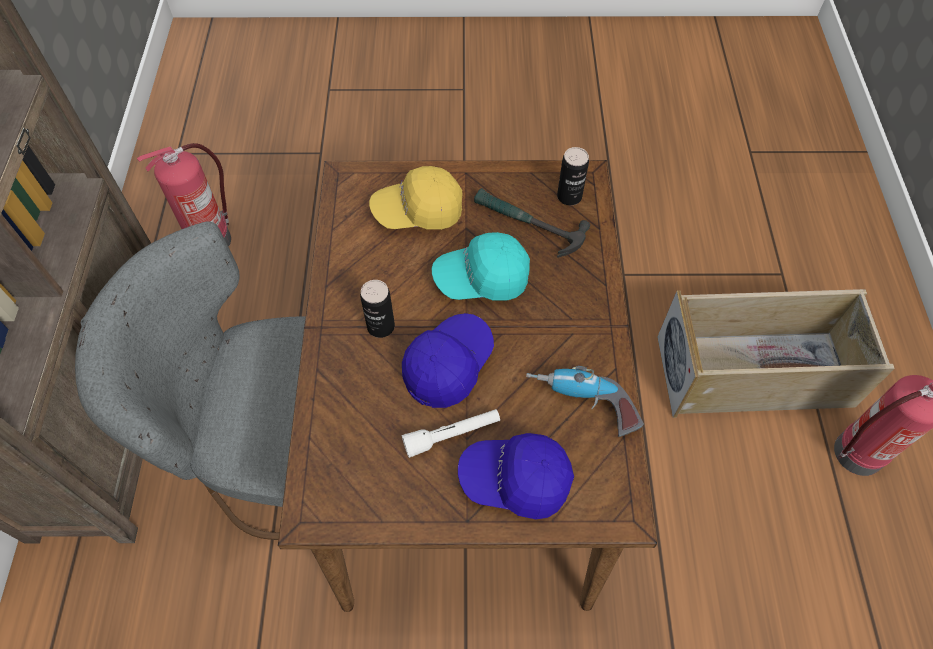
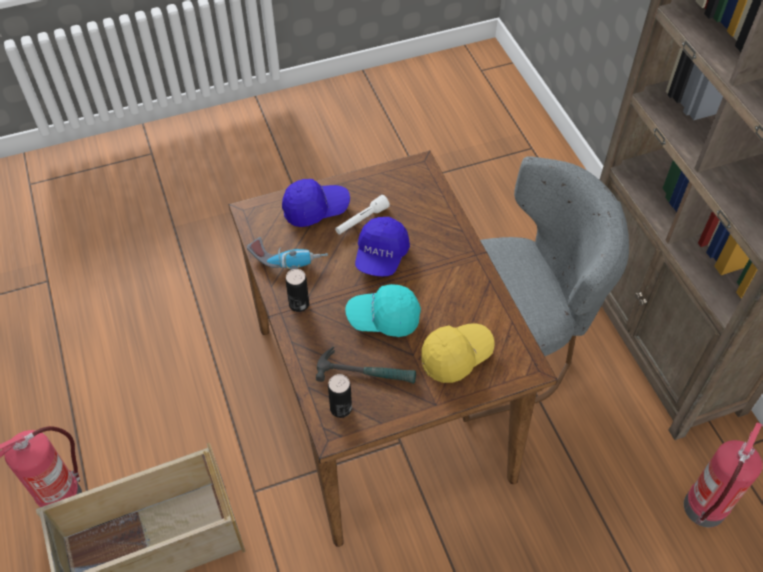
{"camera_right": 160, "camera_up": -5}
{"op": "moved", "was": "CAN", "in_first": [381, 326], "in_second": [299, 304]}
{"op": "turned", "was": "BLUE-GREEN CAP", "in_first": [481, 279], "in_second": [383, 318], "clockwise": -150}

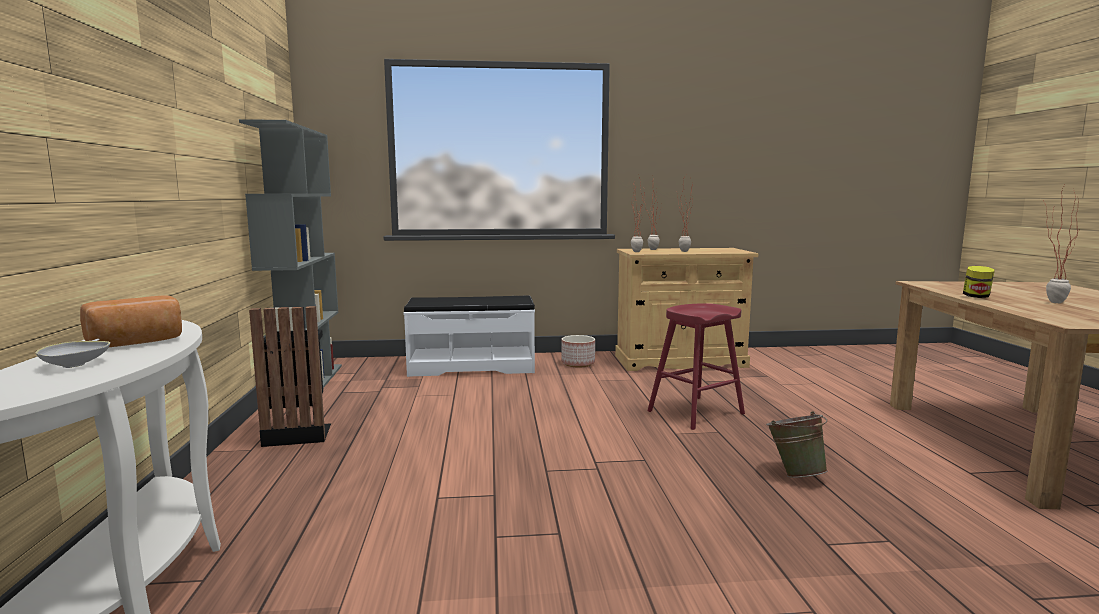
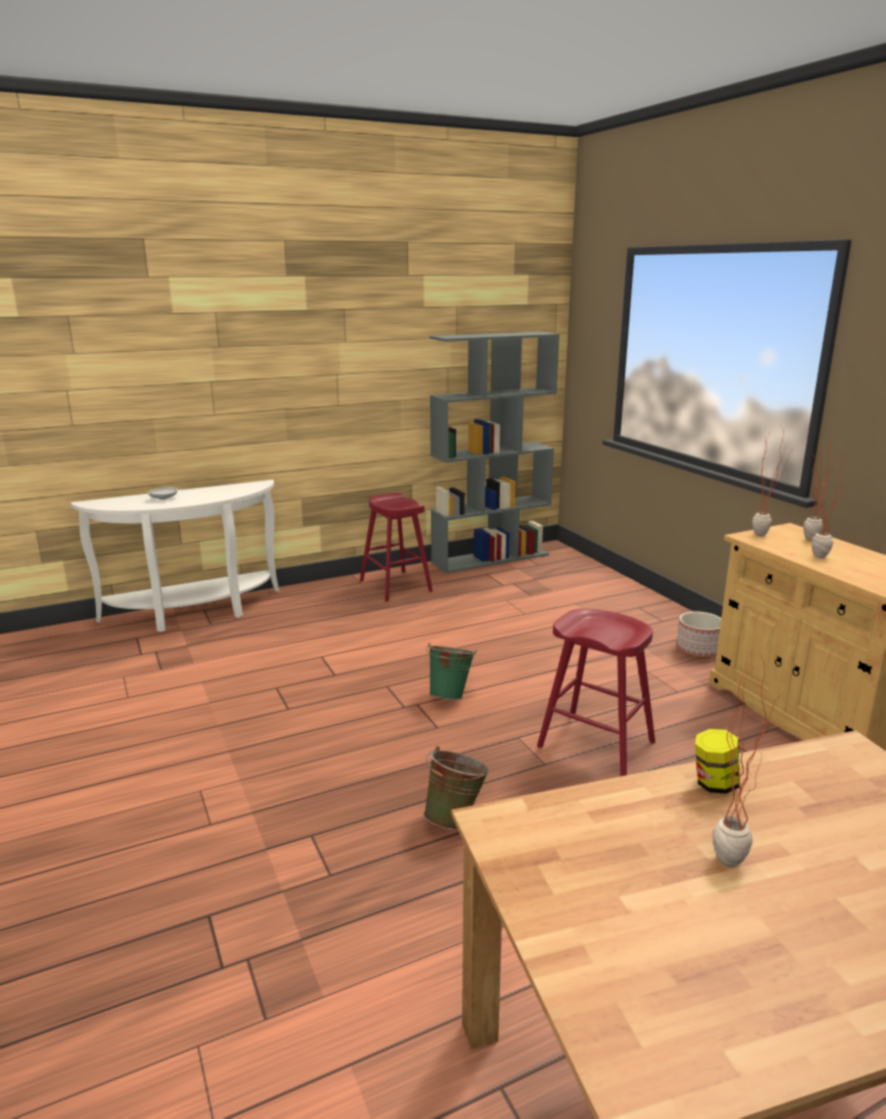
{"camera_right": 70, "camera_up": 10}
{"op": "removed", "was": "BREAD", "in_first": [137, 343]}
{"op": "removed", "was": "WHITE INDOOR BENCH", "in_first": [472, 366]}
{"op": "added", "now": "GREEN-COLOURED WATER BUCKET", "in_second": [450, 695]}
{"op": "replaced", "was": "BLACK-COLOURED TRASH CAN", "now": "RED STOOL SEAT", "in_first": [297, 433], "in_second": [395, 586]}

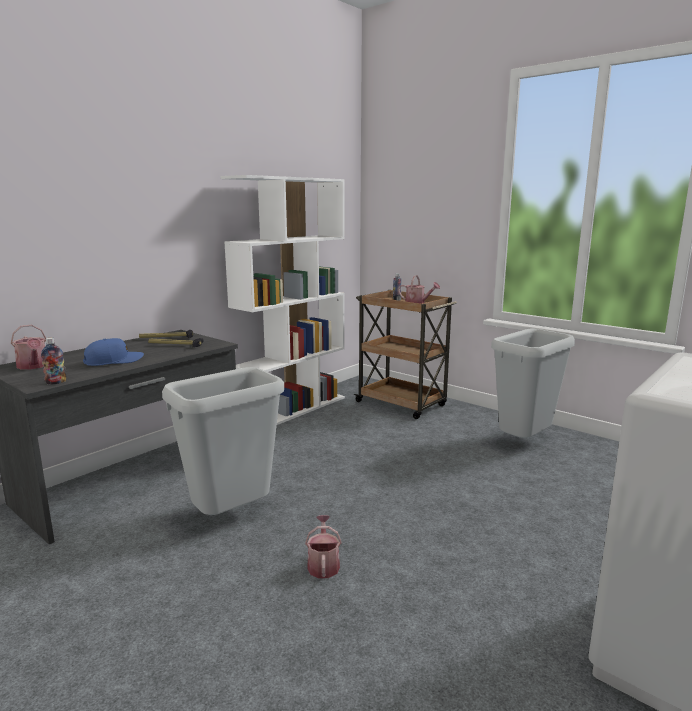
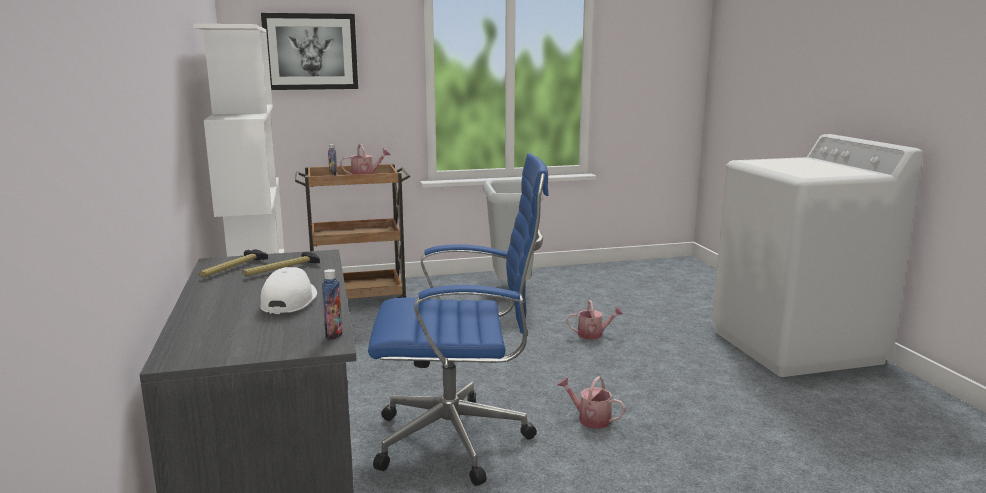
{"camera_right": -55, "camera_up": 0}
{"op": "added", "now": "WALL PICTURE", "in_second": [310, 51]}
{"op": "moved", "was": "WATERING CAN", "in_first": [33, 366], "in_second": [593, 334]}
{"op": "replaced", "was": "GREYISH TRASH CAN", "now": "BLUISH COMPUTER CHAIR", "in_first": [232, 518], "in_second": [459, 440]}
{"op": "recoloured", "was": "BLUISH CAP", "now": "WHITE CAP", "in_first": [114, 361], "in_second": [290, 301]}

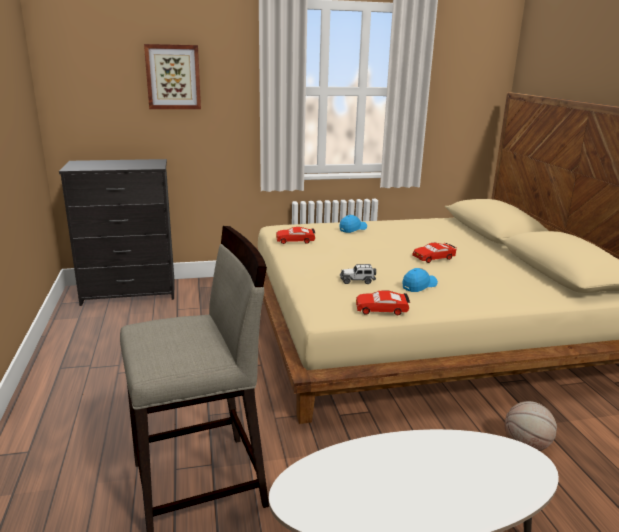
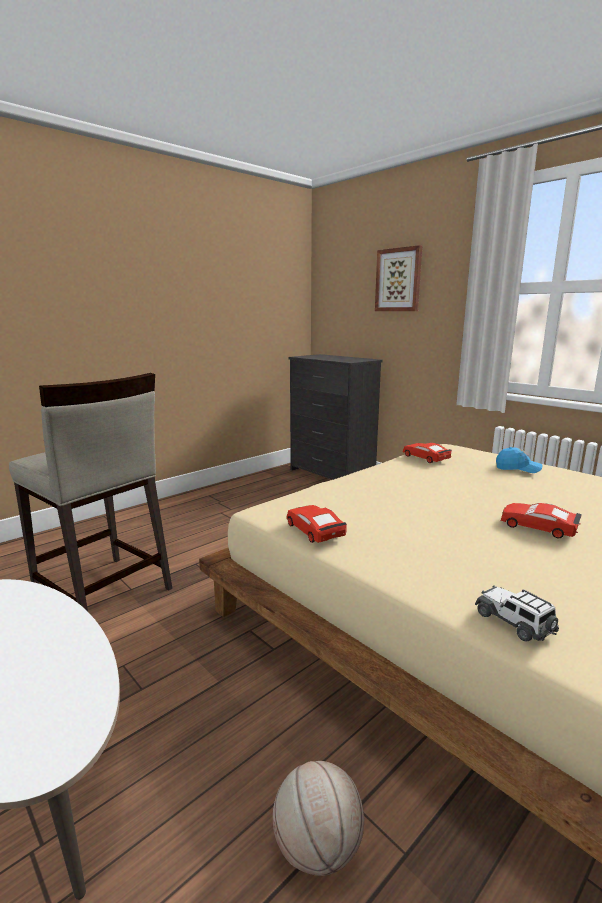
{"camera_right": 60, "camera_up": -5}
{"op": "removed", "was": "BLUISH CAP", "in_first": [419, 286]}
{"op": "moved", "was": "MODEL CAR", "in_first": [357, 280], "in_second": [514, 623]}

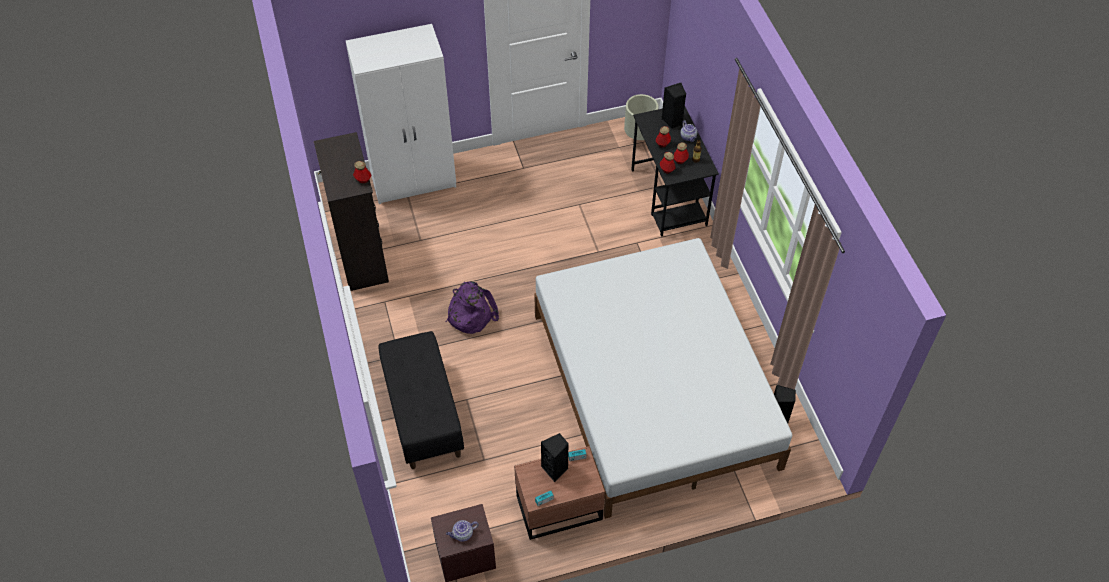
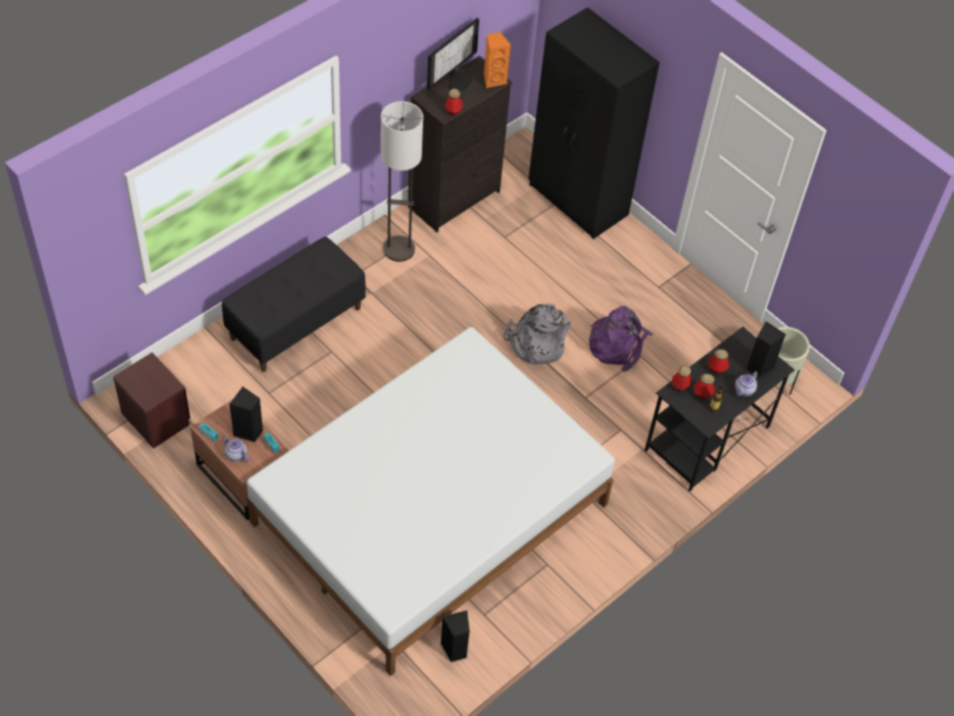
{"camera_right": 60, "camera_up": 0}
{"op": "added", "now": "STANDING LAMP", "in_second": [399, 249]}
{"op": "added", "now": "MONITOR", "in_second": [458, 79]}
{"op": "added", "now": "ORANGE-COLOURED AUDIO SPEAKER", "in_second": [494, 79]}
{"op": "added", "now": "GREYISH BACKPACK", "in_second": [536, 344]}
{"op": "moved", "was": "PURPLISH BACKPACK", "in_first": [470, 313], "in_second": [617, 345]}
{"op": "moved", "was": "POT FOR TEA", "in_first": [462, 534], "in_second": [235, 454]}
{"op": "recoloured", "was": "WHITE ARMOIRE", "now": "BLACK-COLOURED ARMOIRE", "in_first": [414, 181], "in_second": [578, 201]}

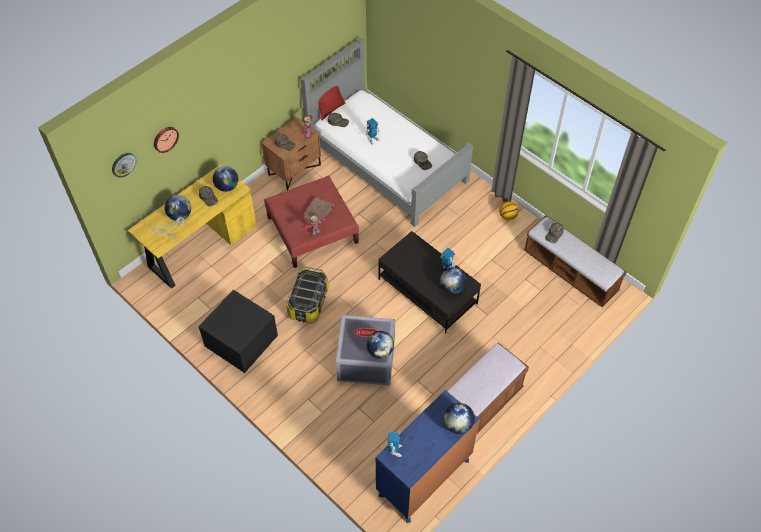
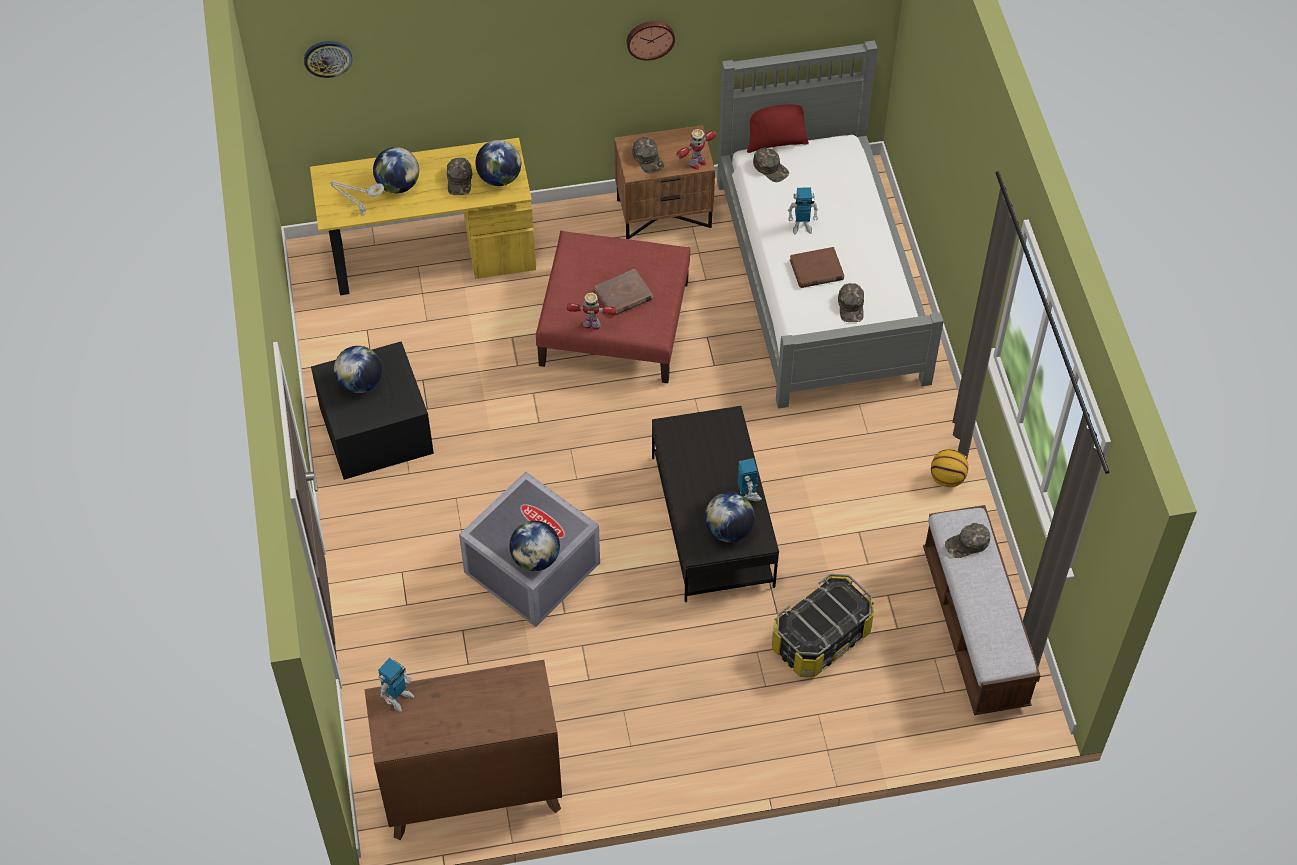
{"camera_right": 35, "camera_up": 0}
{"op": "removed", "was": "BROWN INDOOR BENCH", "in_first": [482, 403]}
{"op": "added", "now": "BROWN BOUND BOOK", "in_second": [816, 270]}
{"op": "moved", "was": "HANGING CLOCK", "in_first": [165, 138], "in_second": [650, 38]}
{"op": "moved", "was": "STORAGE BIN", "in_first": [308, 302], "in_second": [821, 639]}
{"op": "moved", "was": "WORLD GLOBE", "in_first": [458, 425], "in_second": [360, 383]}
{"op": "recoloured", "was": "BLUISH CHEST OF DRAWERS", "now": "BROWN CHEST OF DRAWERS", "in_first": [424, 477], "in_second": [472, 791]}

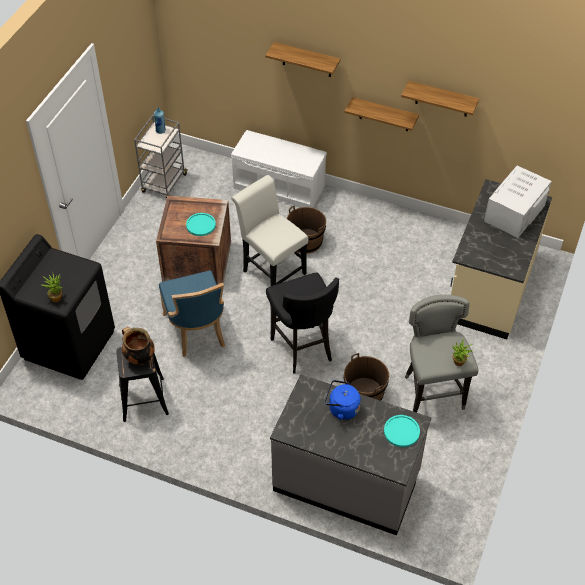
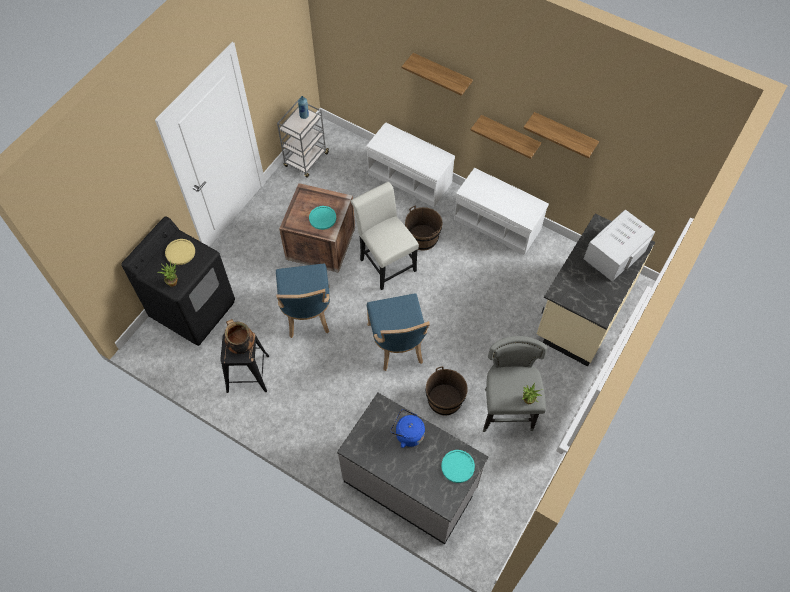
{"camera_right": 10, "camera_up": 10}
{"op": "added", "now": "YELLOWISH FLAT DISH", "in_second": [180, 252]}
{"op": "added", "now": "WHITE INDOOR BENCH", "in_second": [498, 224]}
{"op": "replaced", "was": "BLACK-COLOURED STOOL SEAT", "now": "BLUISH UPRIGHT CHAIR", "in_first": [302, 348], "in_second": [398, 345]}

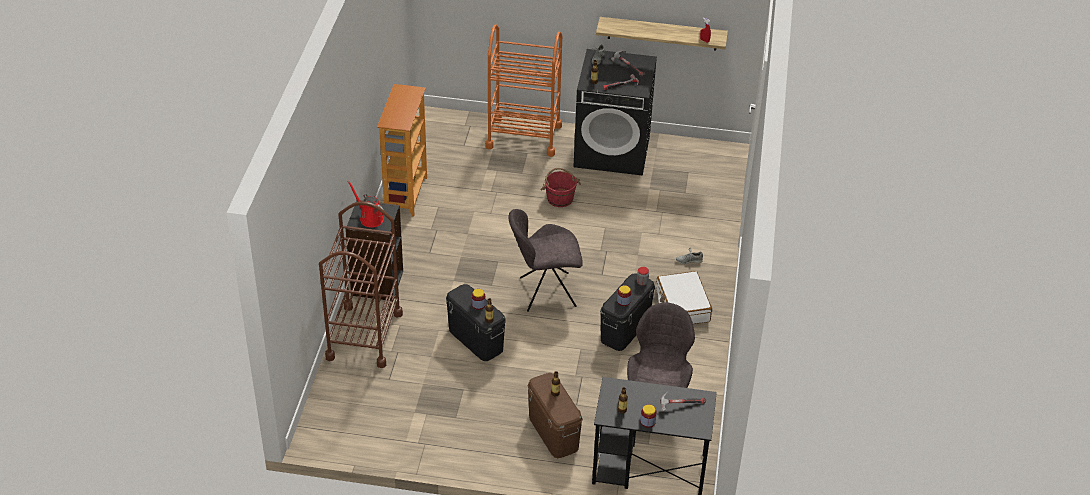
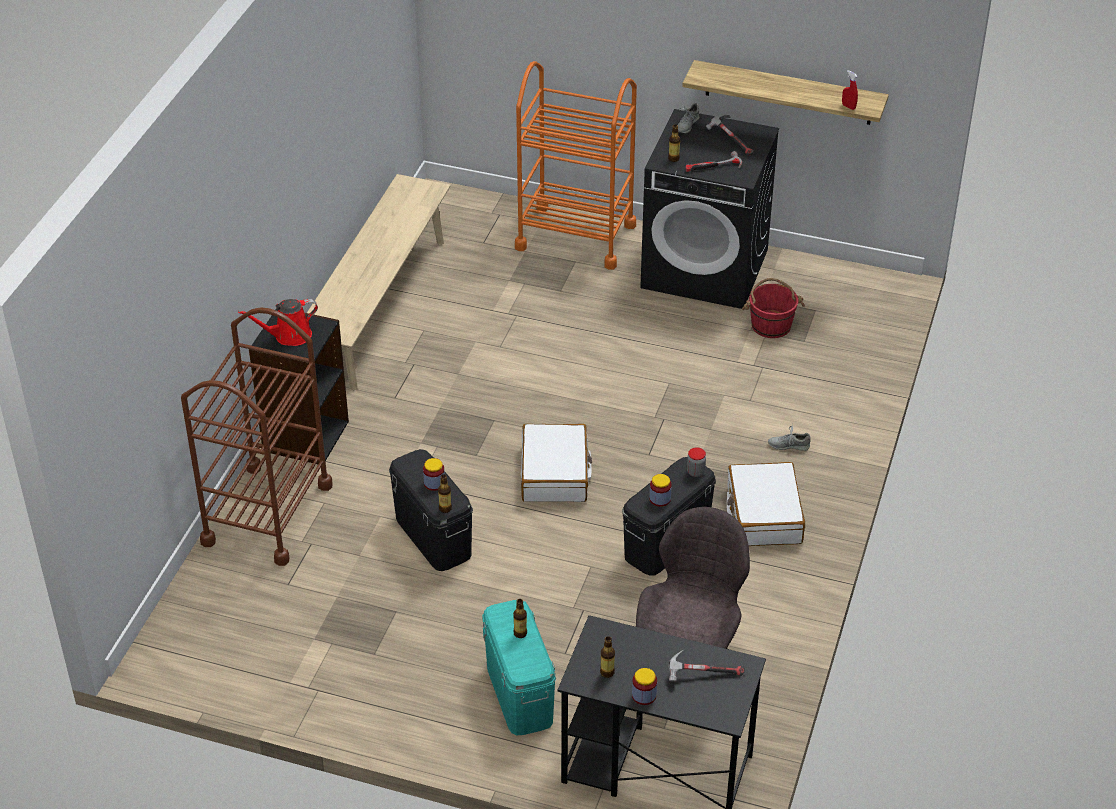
{"camera_right": 10, "camera_up": 0}
{"op": "moved", "was": "RED WATER BUCKET", "in_first": [560, 198], "in_second": [771, 325]}
{"op": "replaced", "was": "SHELVING UNIT", "now": "BEIGE INDOOR BENCH", "in_first": [405, 195], "in_second": [379, 308]}
{"op": "replaced", "was": "GREYISH UPRIGHT CHAIR", "now": "WHITE PIECE OF LUGGAGE", "in_first": [545, 292], "in_second": [555, 473]}
{"op": "recoloured", "was": "BROWN STORAGE BIN", "now": "BLUE-GREEN STORAGE BIN", "in_first": [553, 432], "in_second": [519, 693]}
{"op": "turned", "was": "RED WATERING CAN", "in_first": [369, 218], "in_second": [289, 336], "clockwise": -75}

